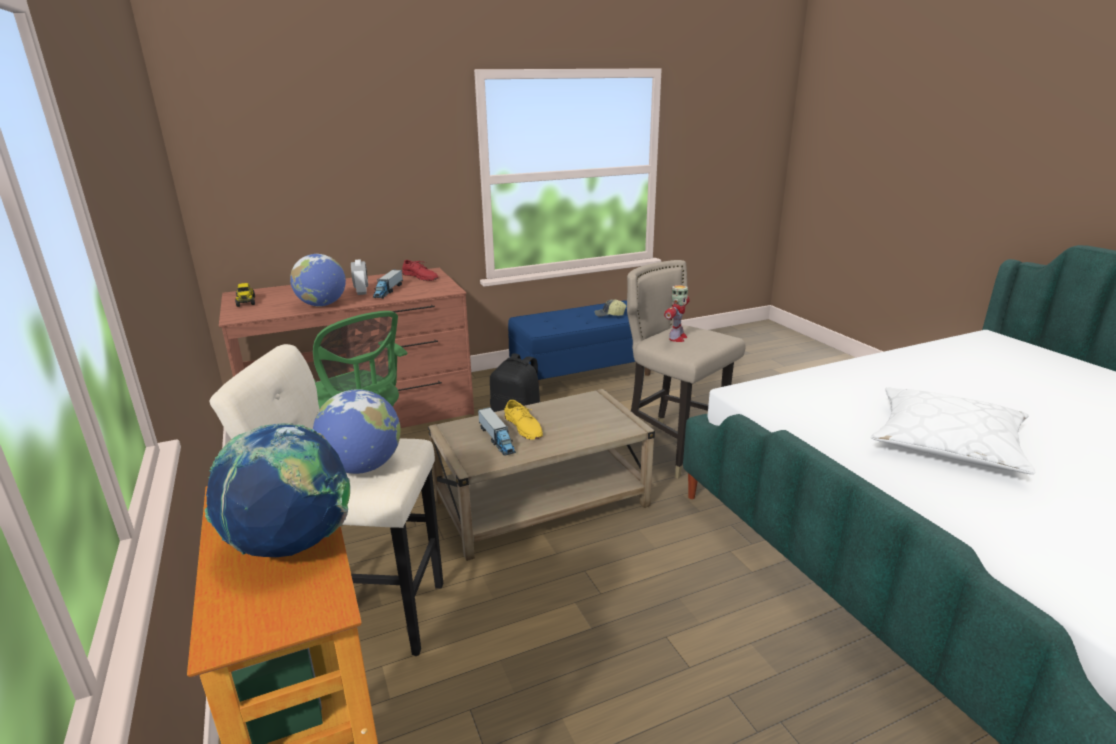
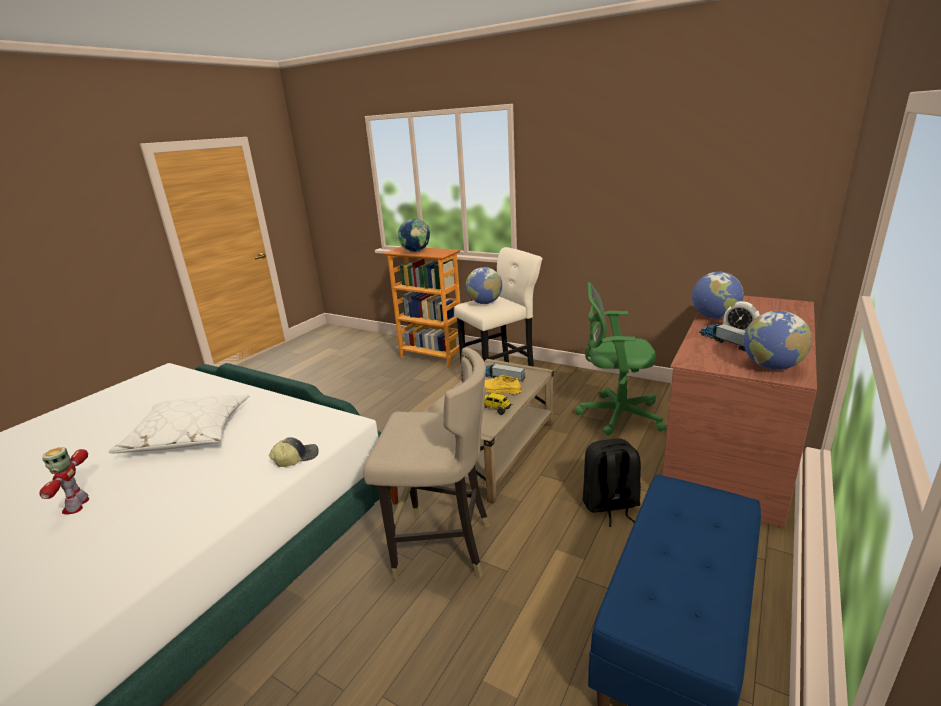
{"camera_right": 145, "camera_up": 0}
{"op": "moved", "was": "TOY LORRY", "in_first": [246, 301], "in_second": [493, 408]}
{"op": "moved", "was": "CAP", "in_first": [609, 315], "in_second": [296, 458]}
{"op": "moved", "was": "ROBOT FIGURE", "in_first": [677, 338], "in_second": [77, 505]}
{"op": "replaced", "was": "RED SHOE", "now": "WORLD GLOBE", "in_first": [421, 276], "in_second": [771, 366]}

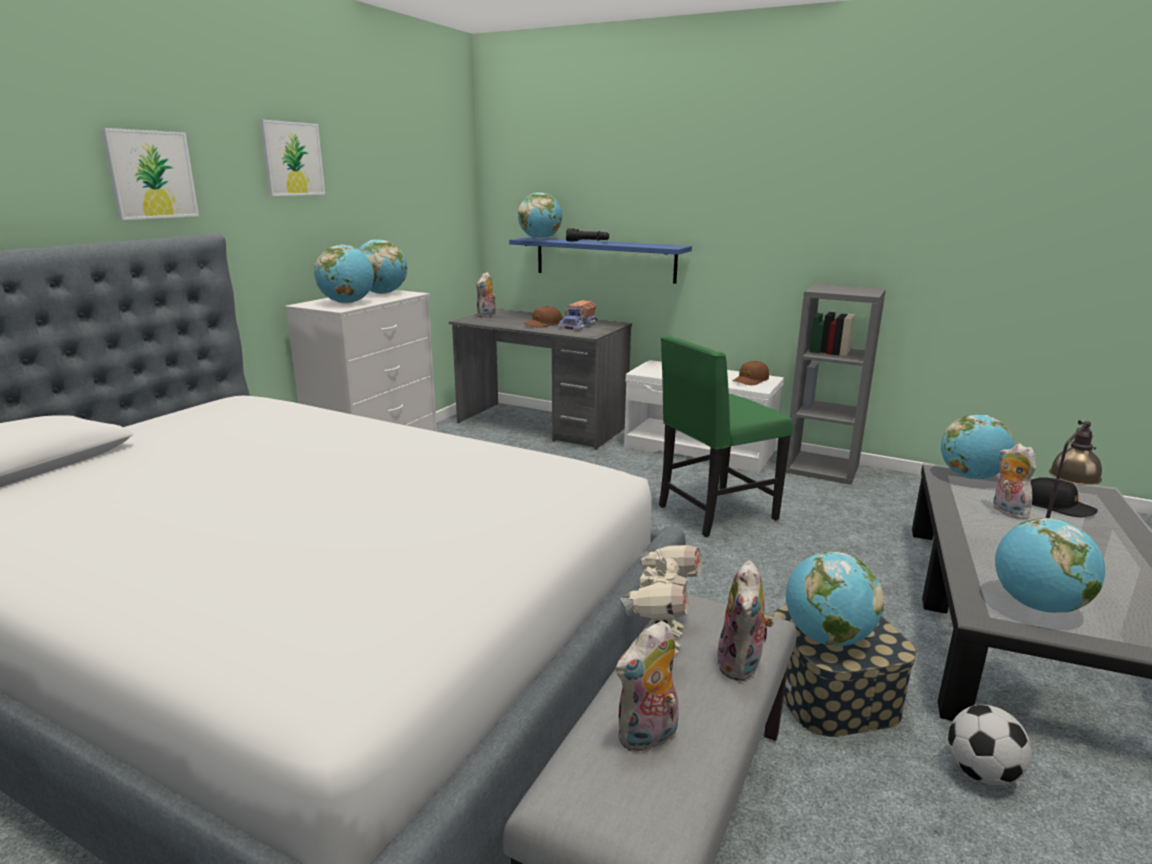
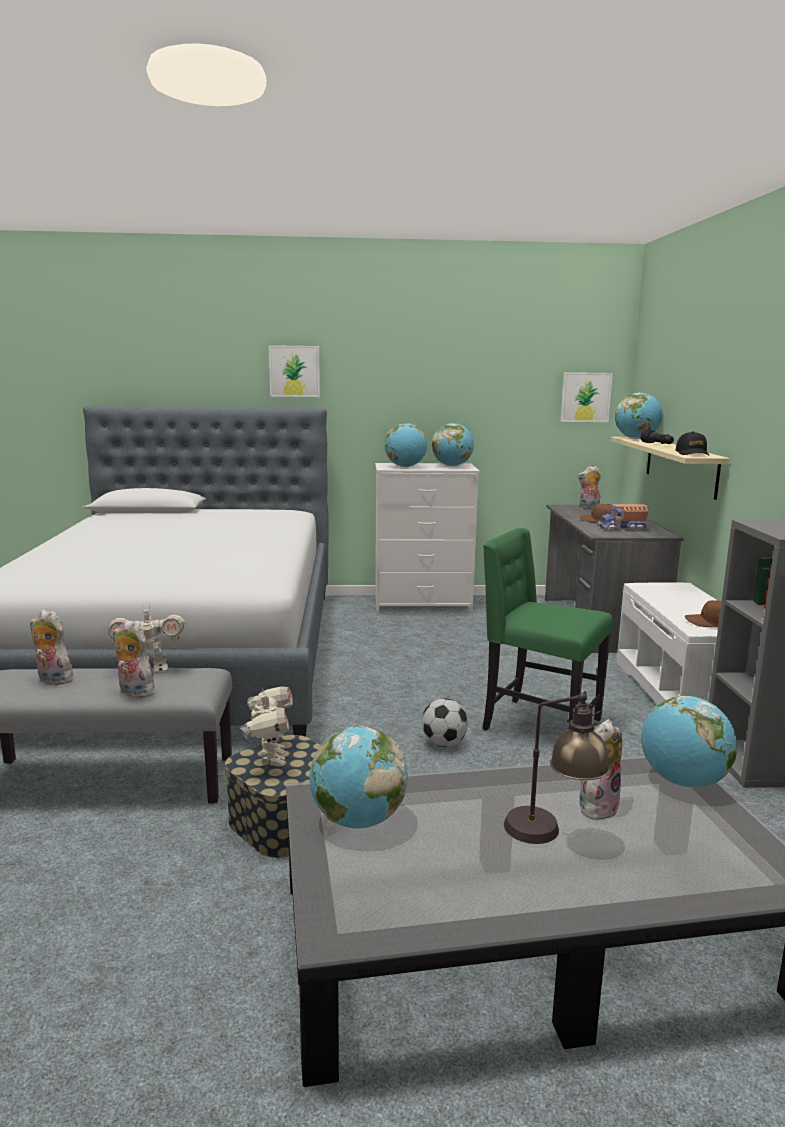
{"camera_right": 60, "camera_up": -5}
{"op": "moved", "was": "WALL PICTURE", "in_first": [292, 159], "in_second": [585, 397]}
{"op": "moved", "was": "FOOTBALL", "in_first": [981, 774], "in_second": [443, 743]}
{"op": "moved", "was": "BLACK-COLOURED CAP", "in_first": [1056, 506], "in_second": [692, 453]}
{"op": "replaced", "was": "WORLD GLOBE", "now": "ROBOT FIGURE", "in_first": [826, 638], "in_second": [270, 757]}
{"op": "recoloured", "was": "BLUISH BRACKET SHELF", "now": "BEIGE BRACKET SHELF", "in_first": [605, 259], "in_second": [680, 465]}
{"op": "turned", "was": "CUDDLY TOY", "in_first": [742, 666], "in_second": [133, 692], "clockwise": 45}

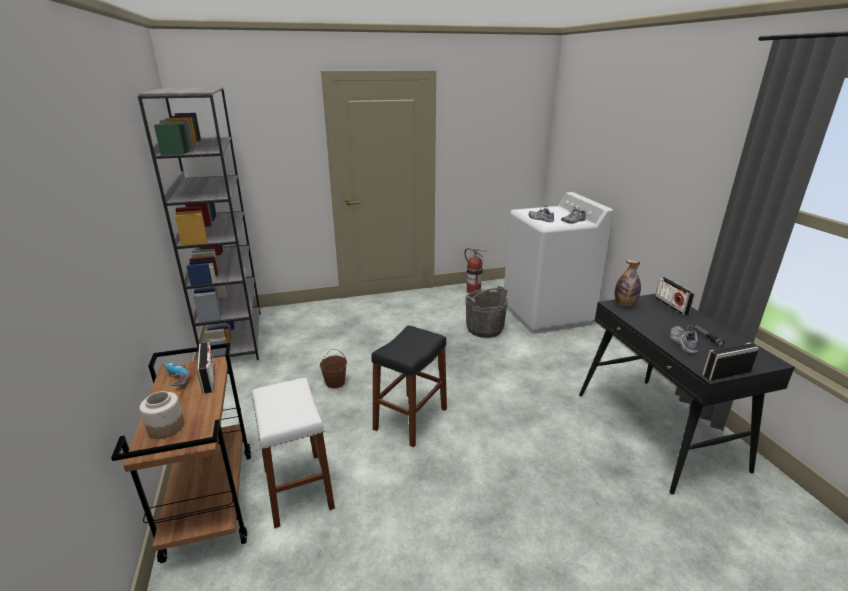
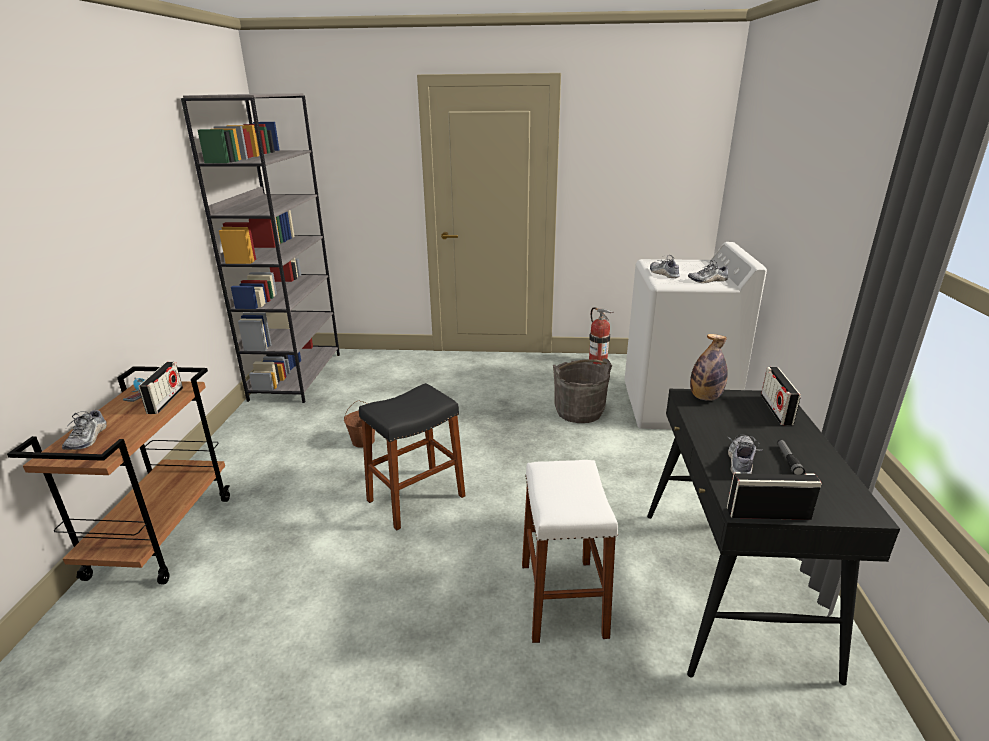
{"camera_right": 20, "camera_up": 0}
{"op": "moved", "was": "WHITE STOOL SEAT", "in_first": [298, 488], "in_second": [562, 599]}
{"op": "replaced", "was": "PRESERVE JAR", "now": "SHOE", "in_first": [166, 427], "in_second": [87, 438]}

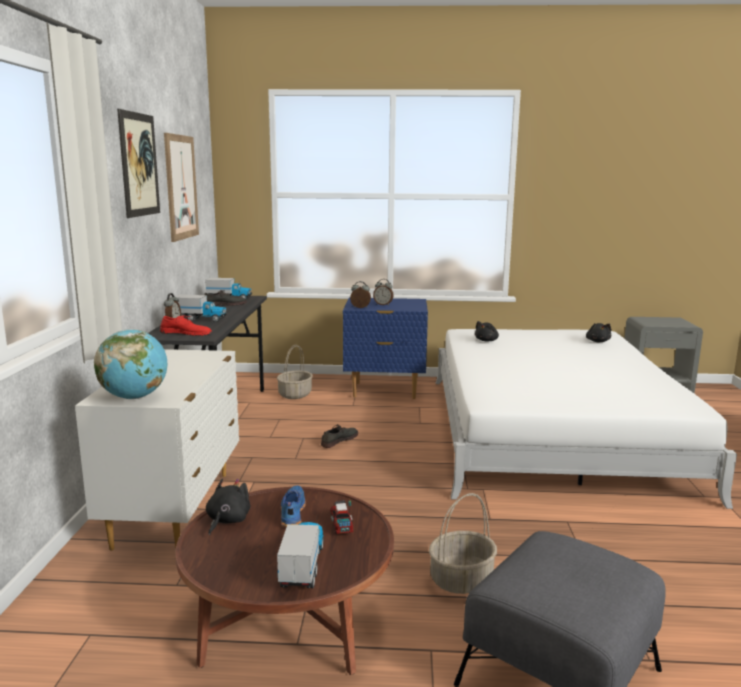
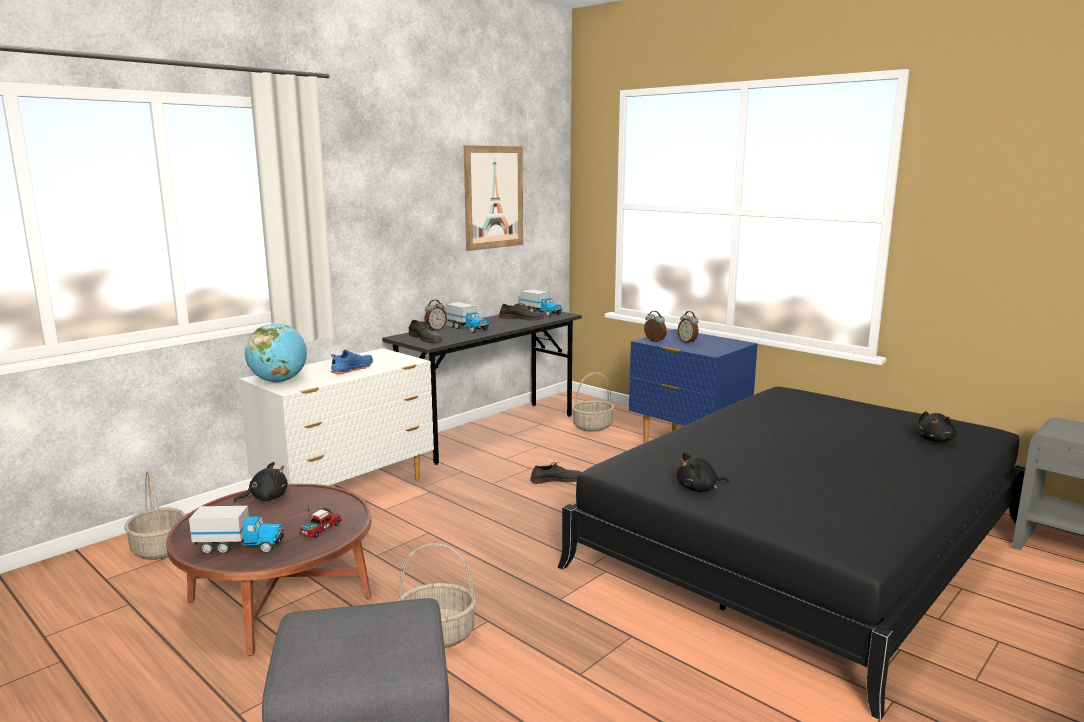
{"camera_right": 40, "camera_up": 0}
{"op": "removed", "was": "WALL PICTURE", "in_first": [139, 164]}
{"op": "added", "now": "BASKET", "in_second": [159, 549]}
{"op": "moved", "was": "BLUISH SHOE", "in_first": [291, 513], "in_second": [351, 369]}
{"op": "moved", "was": "BLACK-COLOURED CUDDLY TOY", "in_first": [487, 340], "in_second": [698, 489]}
{"op": "recoloured", "was": "RED SHOE", "now": "GREYISH SHOE", "in_first": [186, 333], "in_second": [425, 338]}
{"op": "recoloured", "was": "WHITE SLEEPING BED", "now": "BLACK-COLOURED SLEEPING BED", "in_first": [550, 431], "in_second": [803, 544]}
{"op": "turned", "was": "TOY LORRY", "in_first": [302, 567], "in_second": [240, 546], "clockwise": 45}

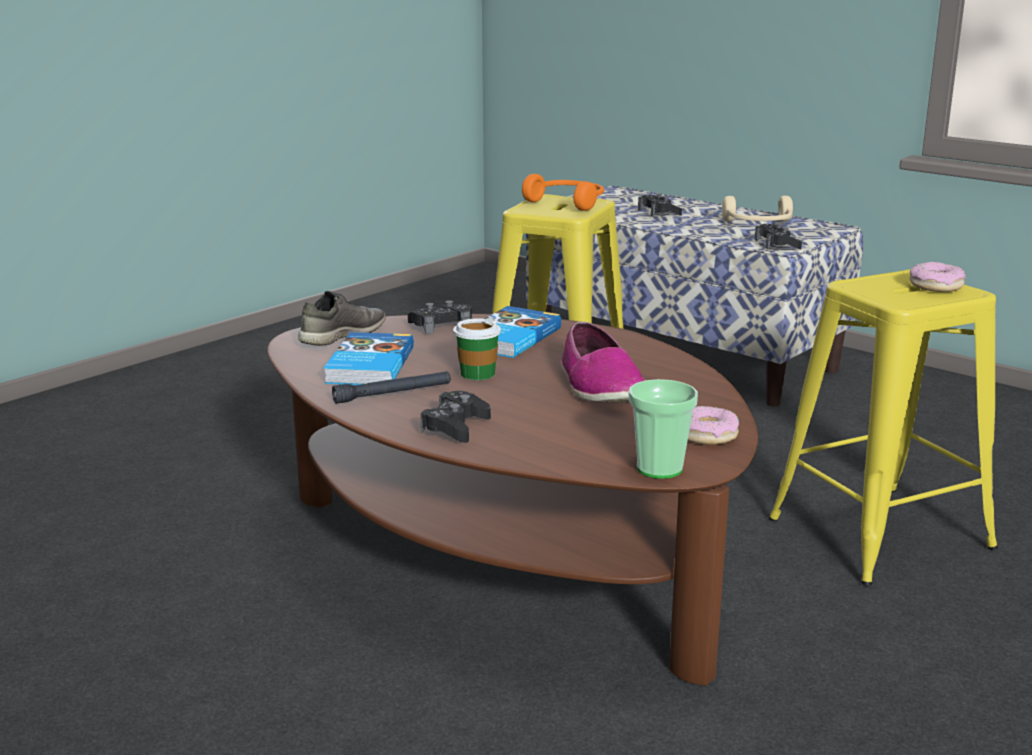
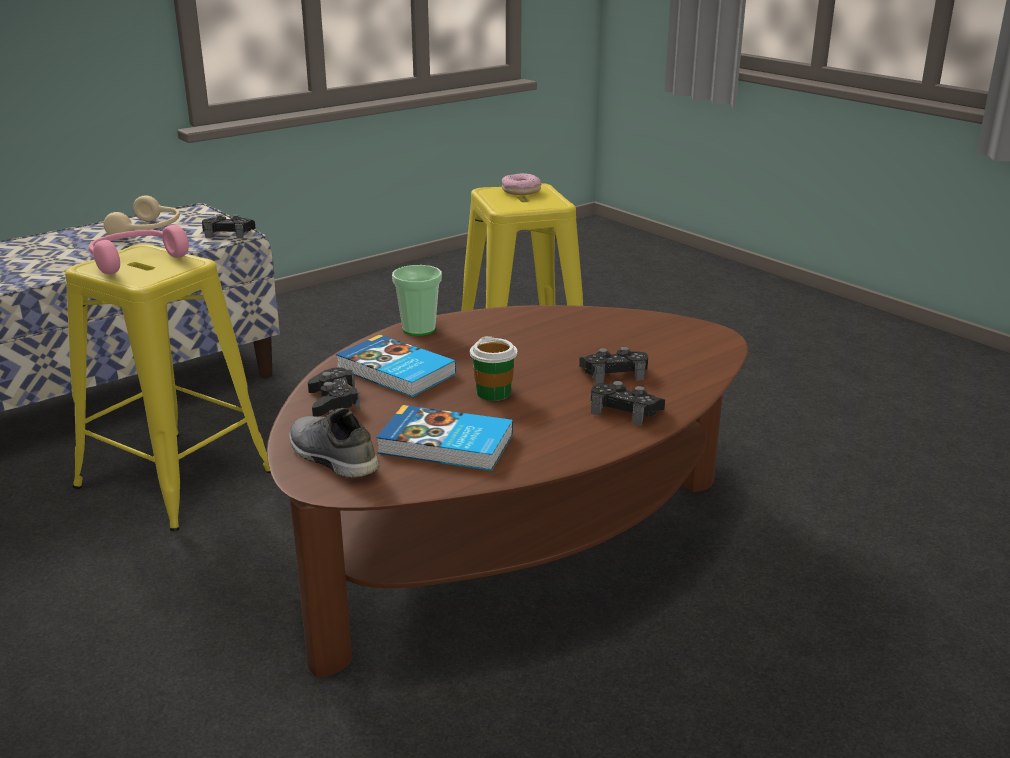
{"camera_right": -80, "camera_up": 5}
{"op": "removed", "was": "BLACK-COLOURED HAND TORCH", "in_first": [393, 394]}
{"op": "removed", "was": "SHOE", "in_first": [599, 386]}
{"op": "removed", "was": "DONUT", "in_first": [707, 435]}
{"op": "moved", "was": "CUP", "in_first": [659, 468], "in_second": [419, 329]}
{"op": "moved", "was": "BLACK-COLOURED JOYPAD", "in_first": [659, 212], "in_second": [614, 373]}
{"op": "recoloured", "was": "ORANGE-COLOURED HEADPHONES", "now": "PINK HEADPHONES", "in_first": [568, 203], "in_second": [135, 260]}

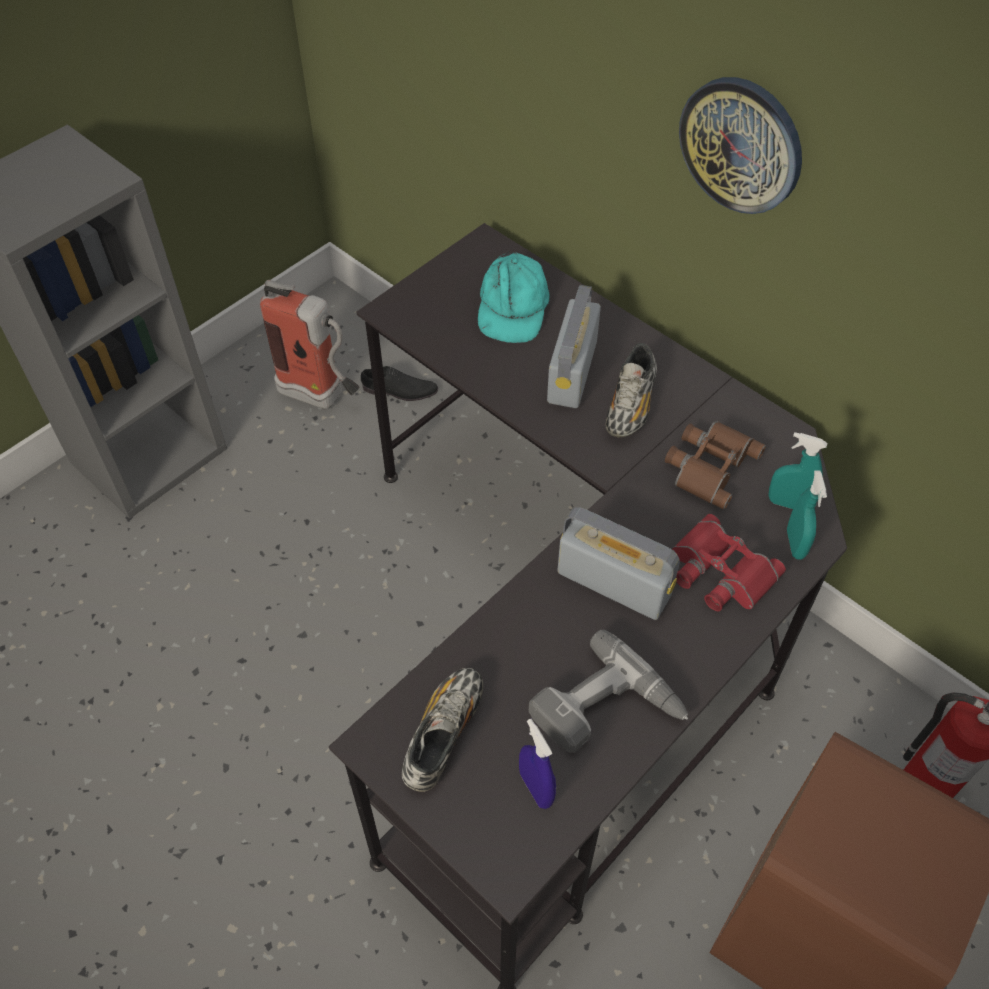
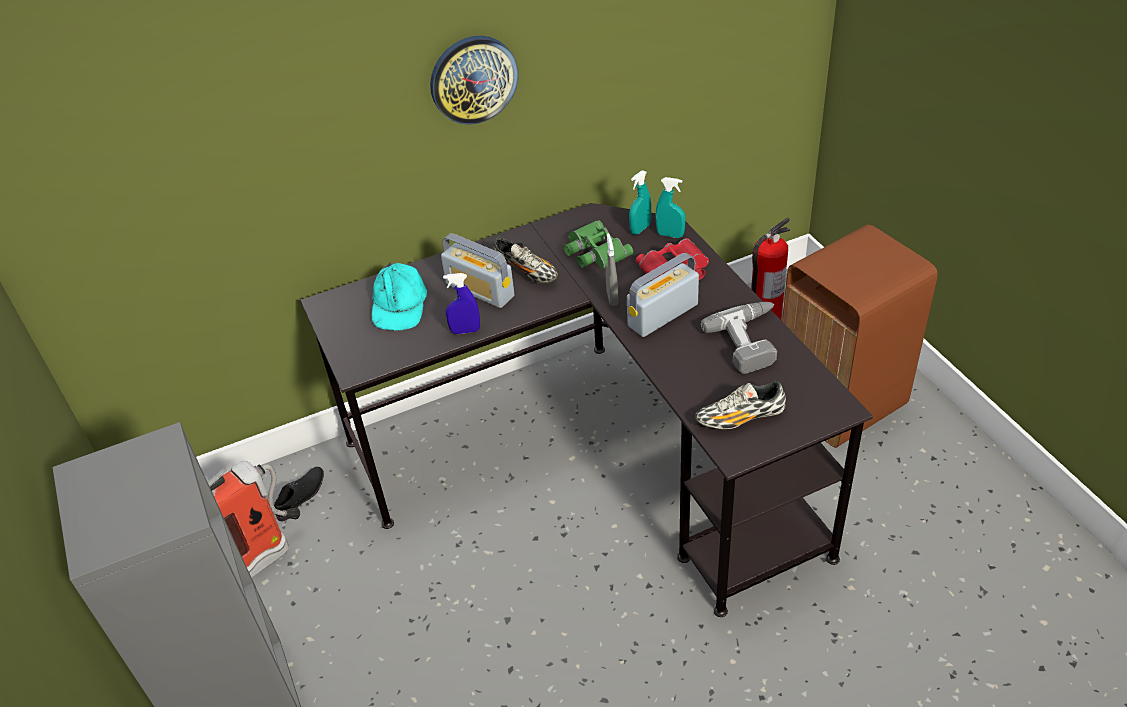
{"camera_right": -65, "camera_up": -10}
{"op": "added", "now": "GREYISH SPRAYER", "in_second": [612, 298]}
{"op": "moved", "was": "BLUISH SPRAYER", "in_first": [536, 788], "in_second": [465, 331]}
{"op": "recoloured", "was": "BROWN FIELD GLASSES", "now": "GREEN-COLOURED FIELD GLASSES", "in_first": [709, 464], "in_second": [594, 251]}
{"op": "turned", "was": "SHOE", "in_first": [443, 734], "in_second": [740, 418], "clockwise": -60}
{"op": "turned", "was": "BLUE-GREEN CAP", "in_first": [512, 307], "in_second": [399, 304], "clockwise": 60}

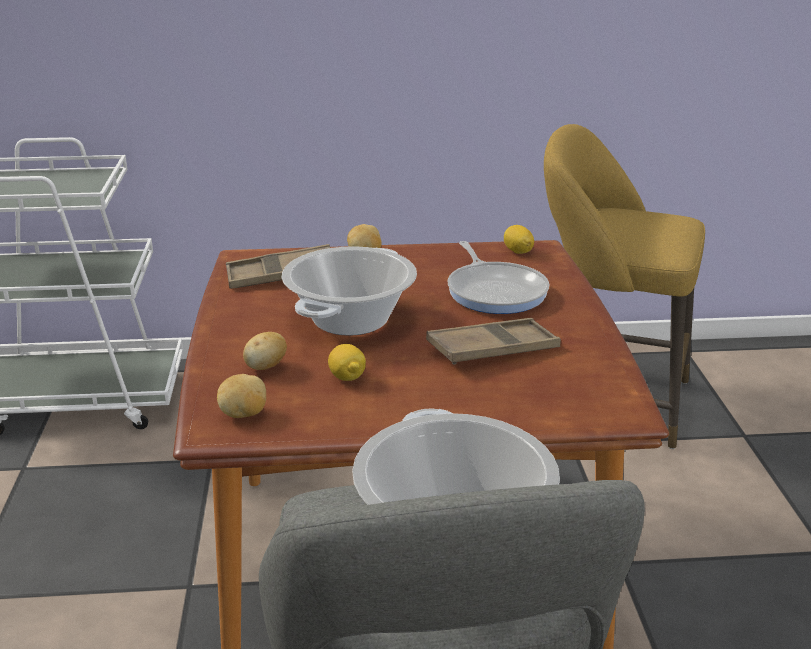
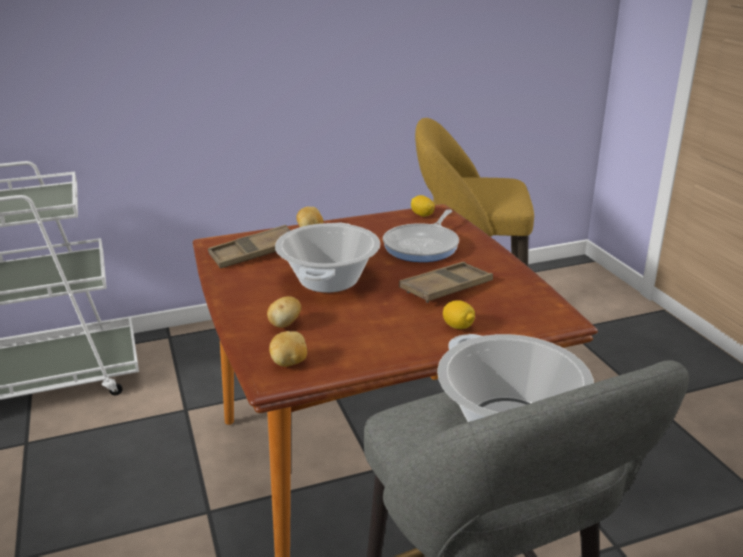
{"camera_right": -15, "camera_up": 0}
{"op": "moved", "was": "LEMON", "in_first": [347, 377], "in_second": [458, 326]}
{"op": "turned", "was": "SKILLET", "in_first": [495, 291], "in_second": [423, 246], "clockwise": 60}

